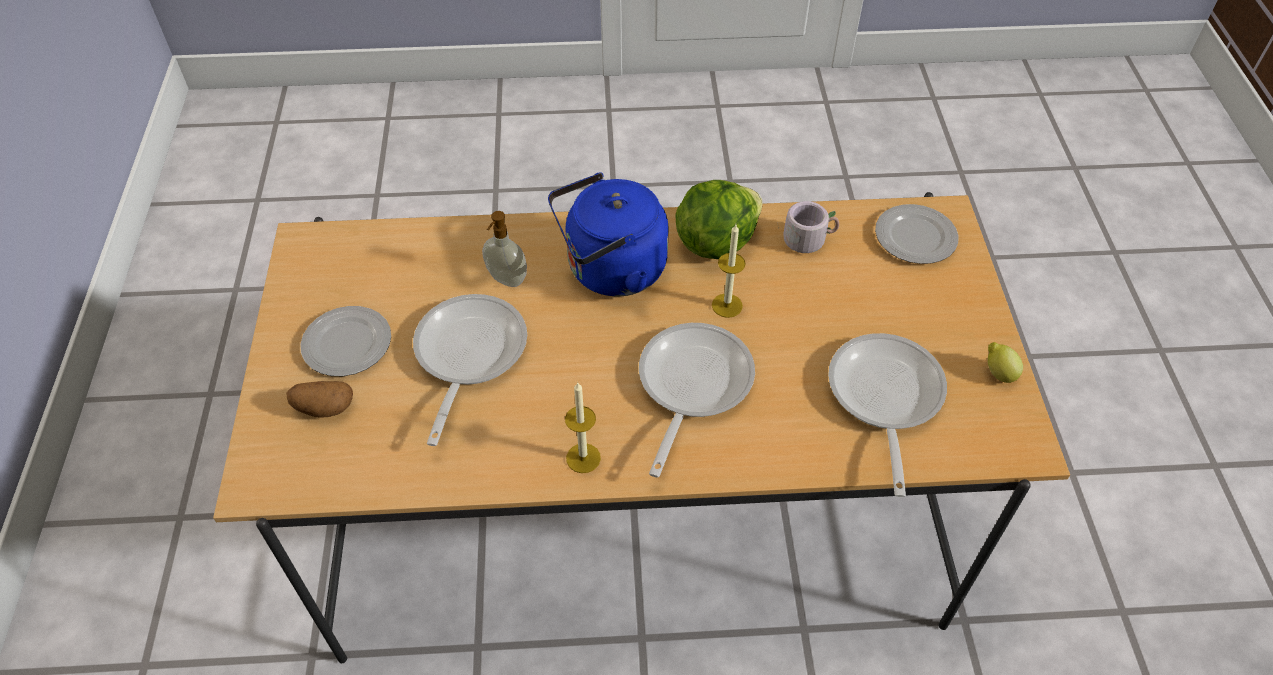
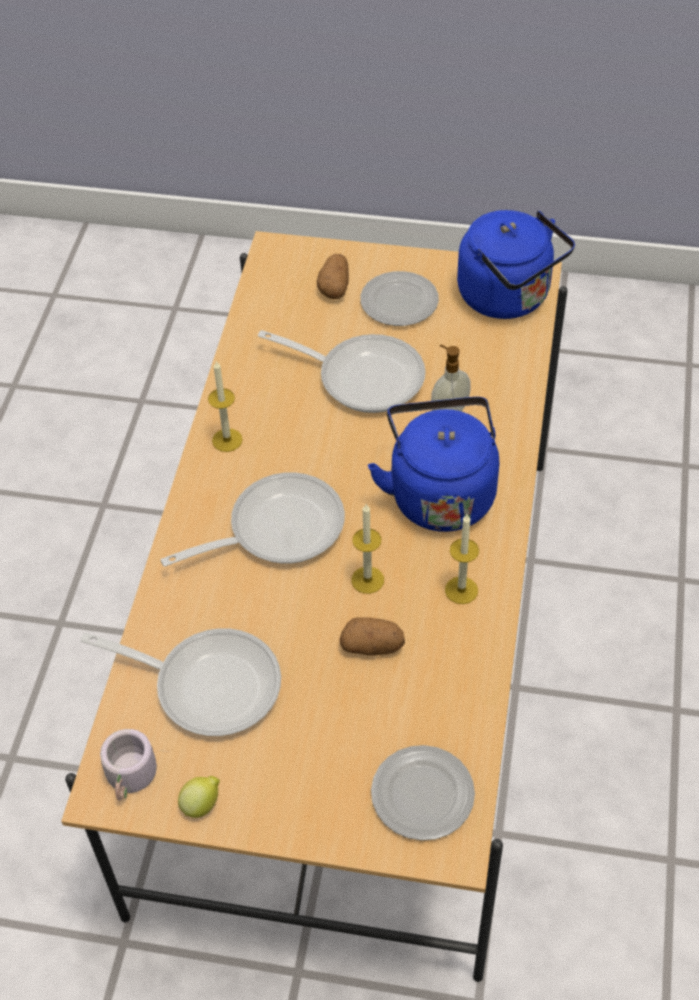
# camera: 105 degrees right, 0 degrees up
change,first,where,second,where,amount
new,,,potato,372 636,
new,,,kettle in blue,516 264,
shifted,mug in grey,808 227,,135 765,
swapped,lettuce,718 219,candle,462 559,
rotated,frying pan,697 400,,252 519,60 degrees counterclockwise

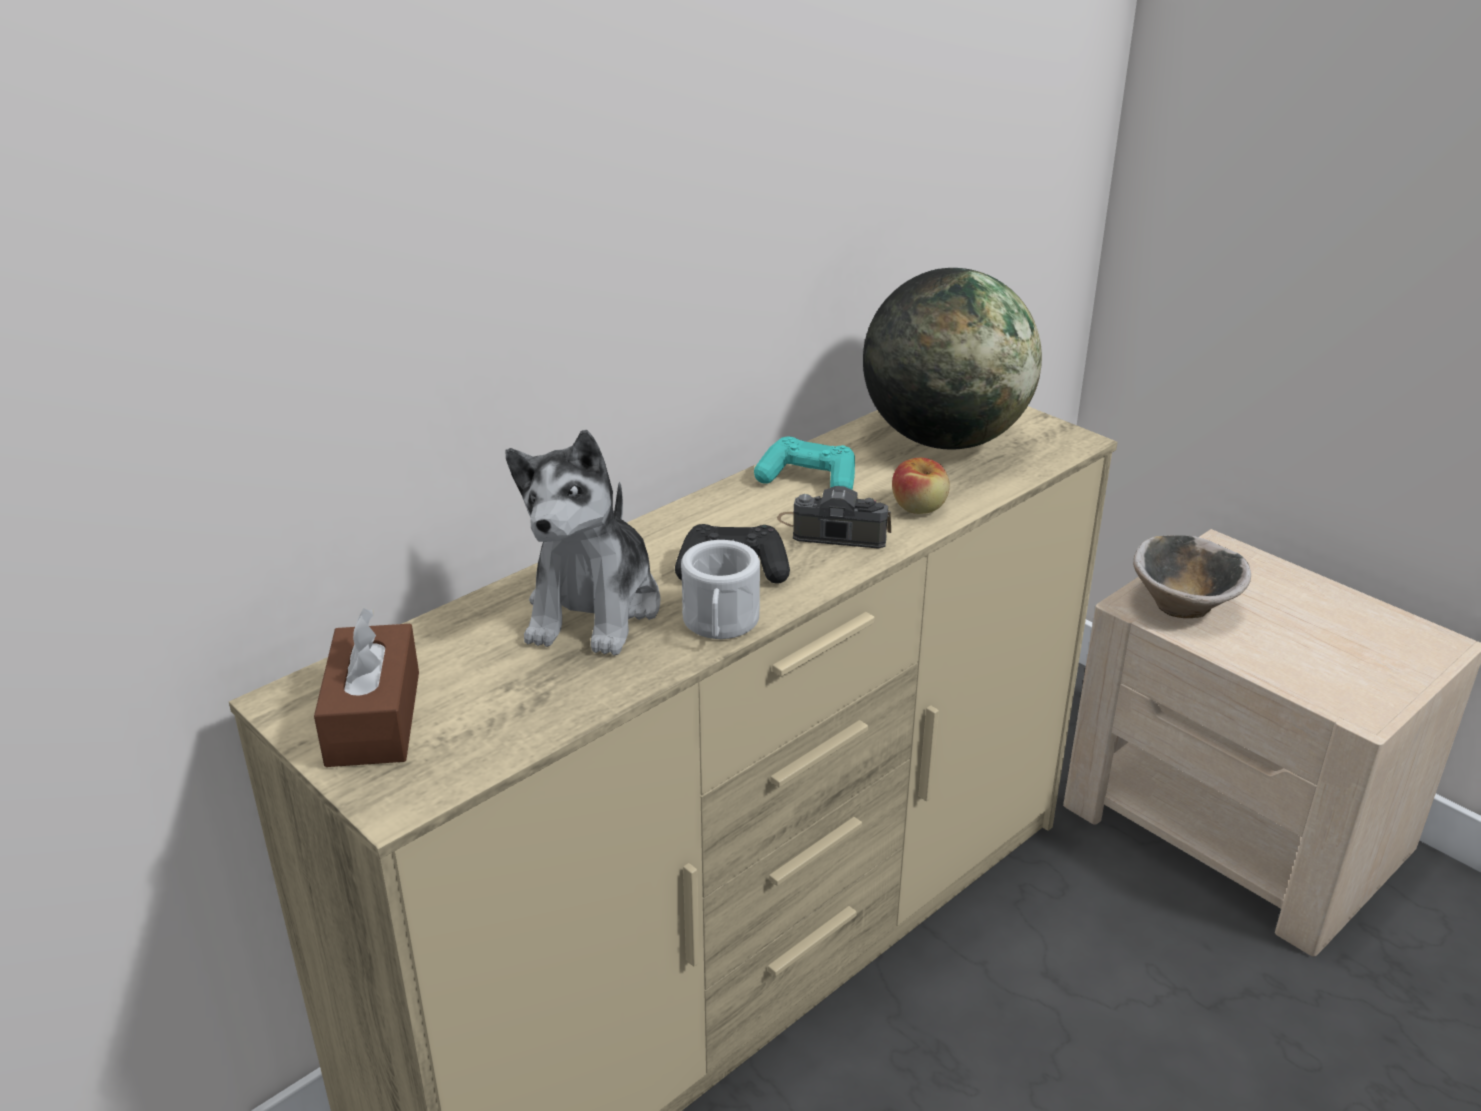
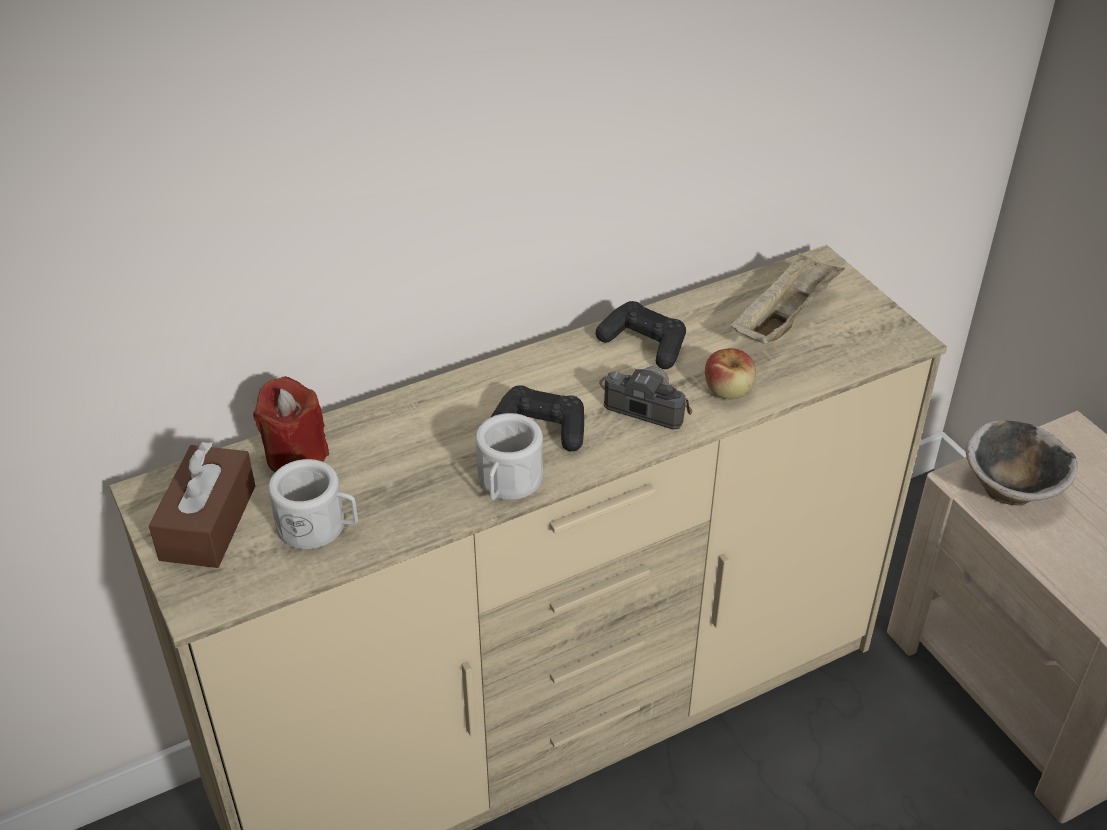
# camera: 15 degrees right, 10 degrees up
change,first,where,second,where,amount
gone,plush toy,582 542,,,
new,,,candle in red,291 424,
new,,,mug in white,313 504,
swapped,globe,952 359,tray in beige,788 298,
repainted,game controller in turquoise,804 463,game controller in black,641 335,

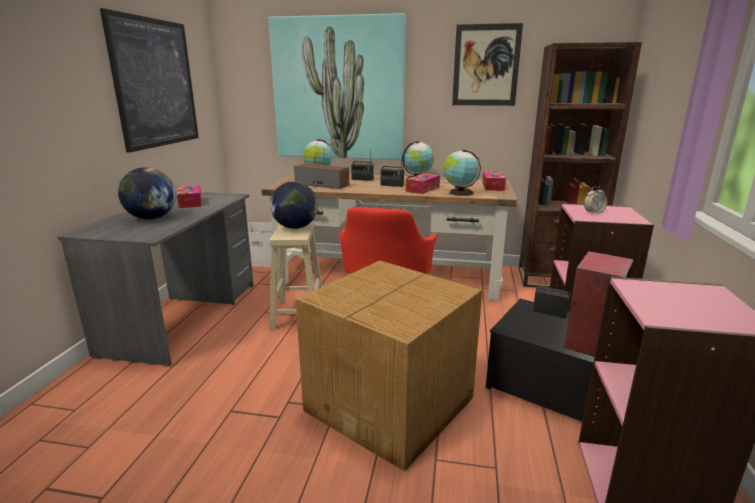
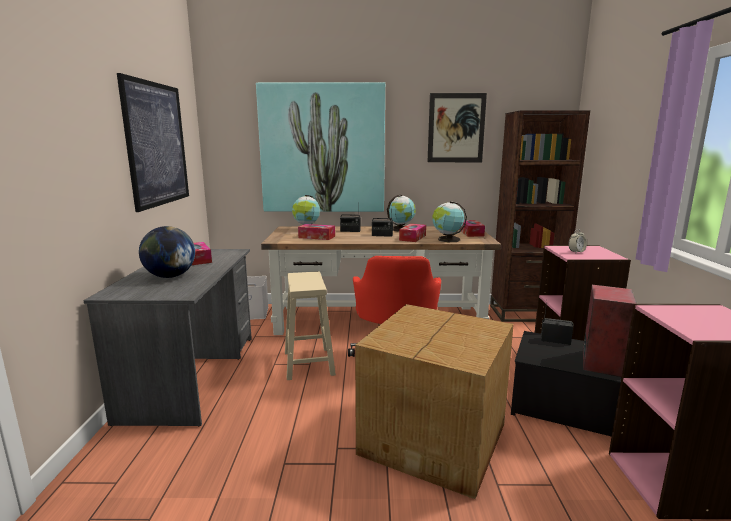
# camera: 10 degrees left, 5 degrees down
change,first,where,second,where,amount
gone,globe,294 205,,,
swapped,speaker,321 176,tissue box,316 232,

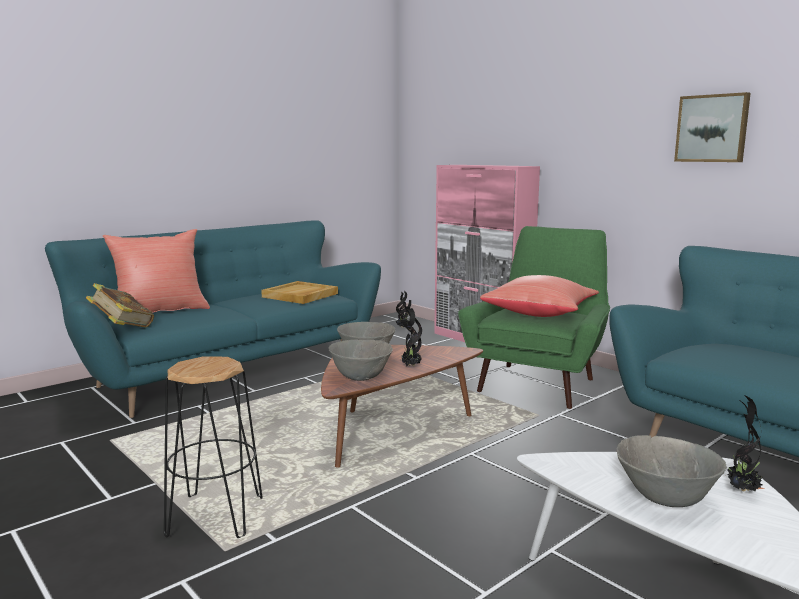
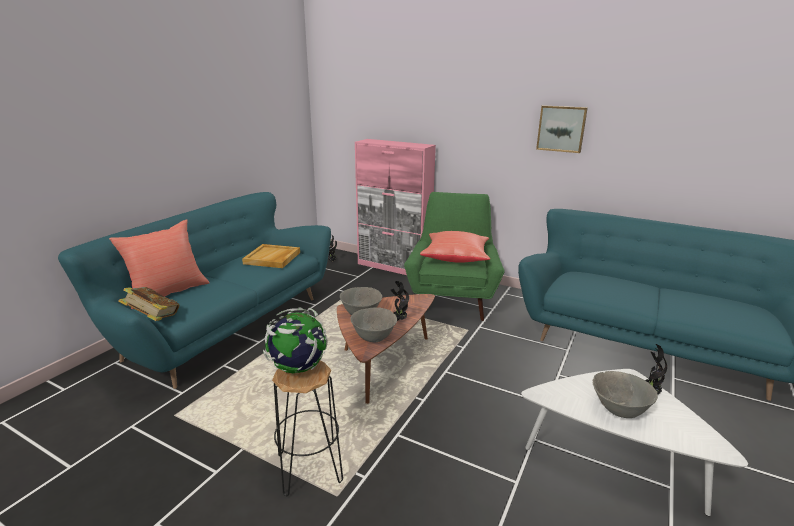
# camera: 20 degrees left, 10 degrees up
change,first,where,second,where,amount
new,,,globe,295 340,

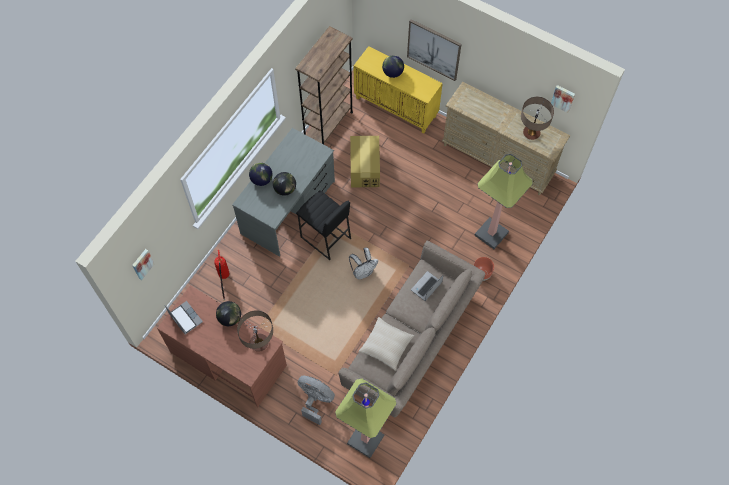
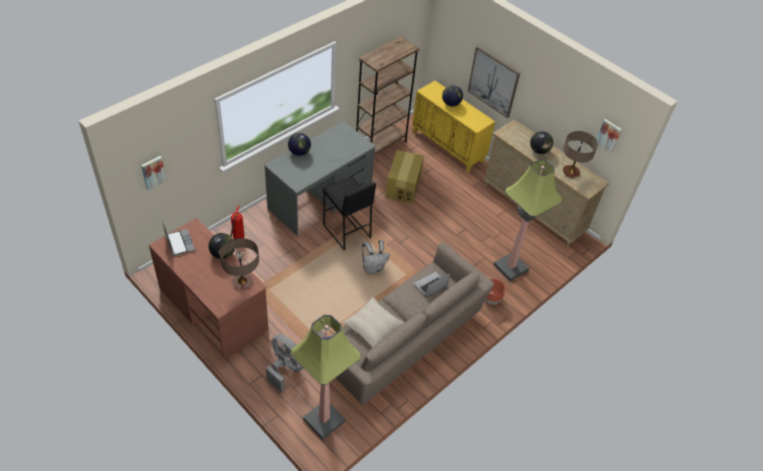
# camera: 10 degrees right, 15 degrees down
change,first,where,second,where,amount
shifted,globe,284 184,,541 142,

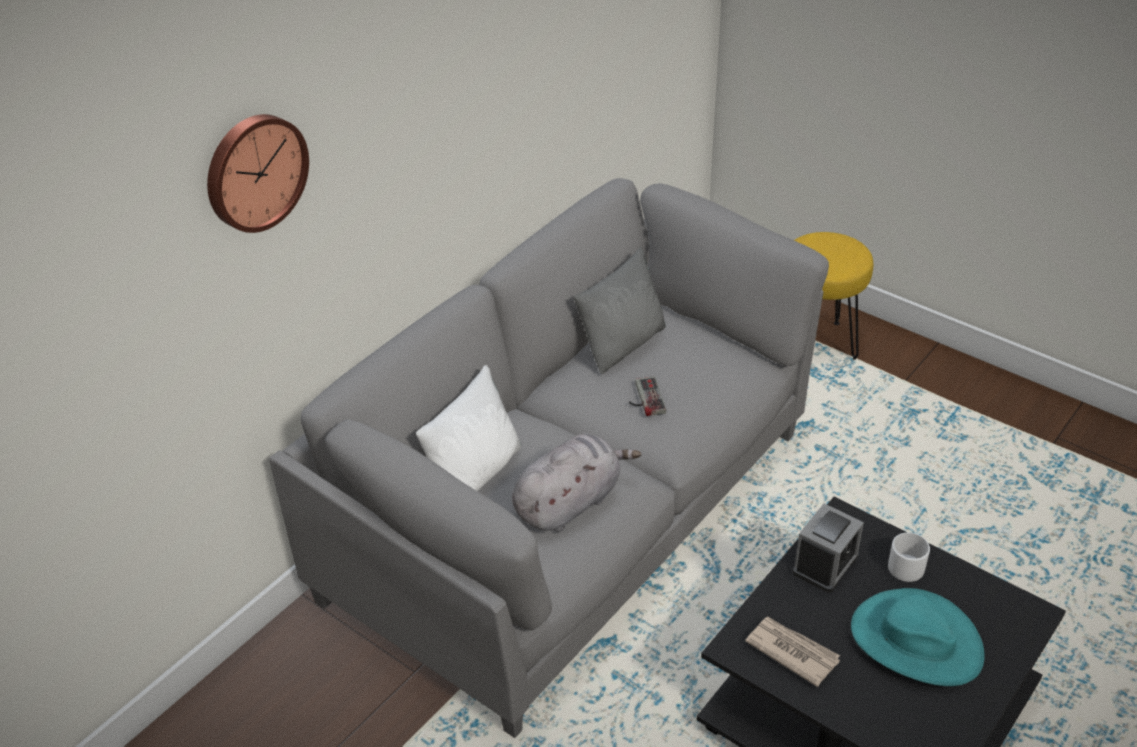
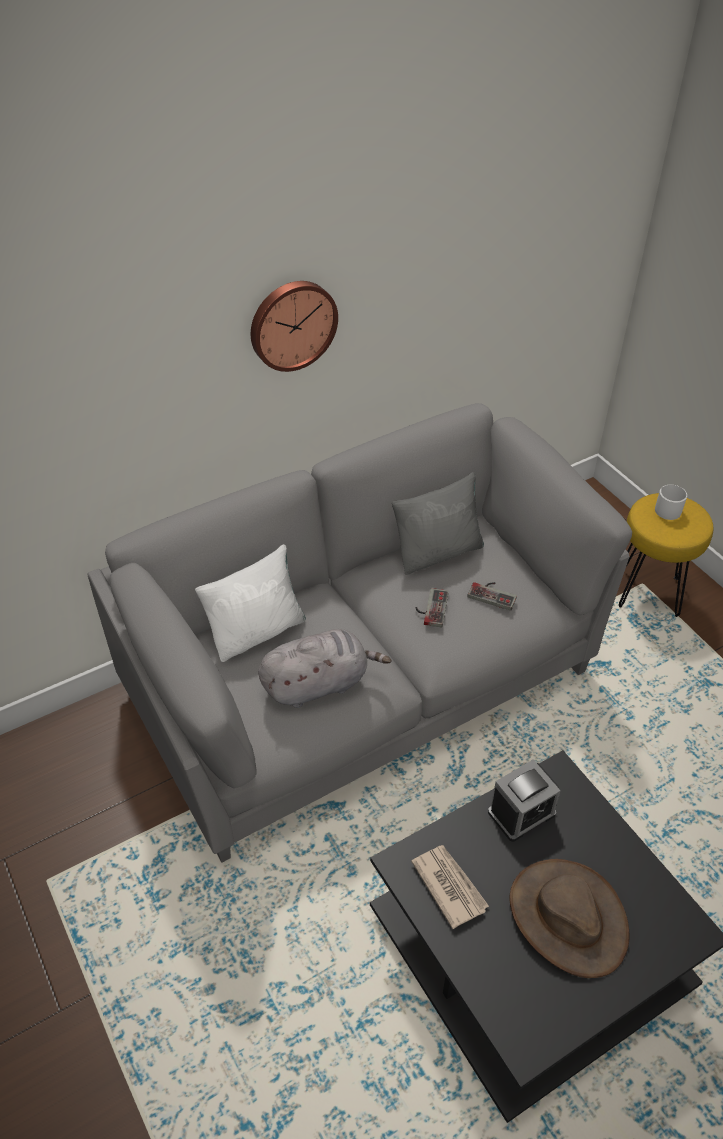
# camera: 20 degrees right, 5 degrees up
change,first,where,second,where,amount
new,,,game controller,492 596,
shifted,wall clock,258 173,,294 326,
shifted,mug in white,909 557,,671 502,
repainted,hat in turquoise,917 637,hat in brown,569 918,

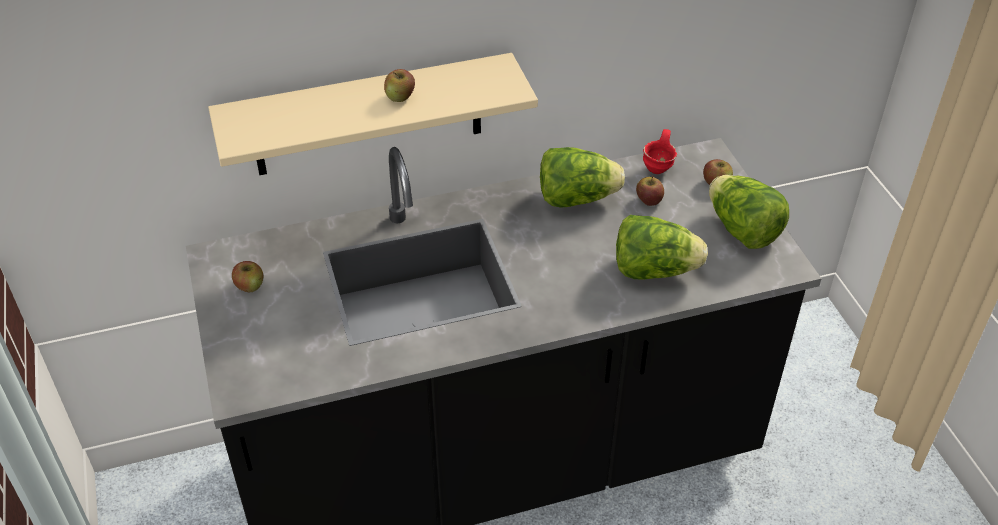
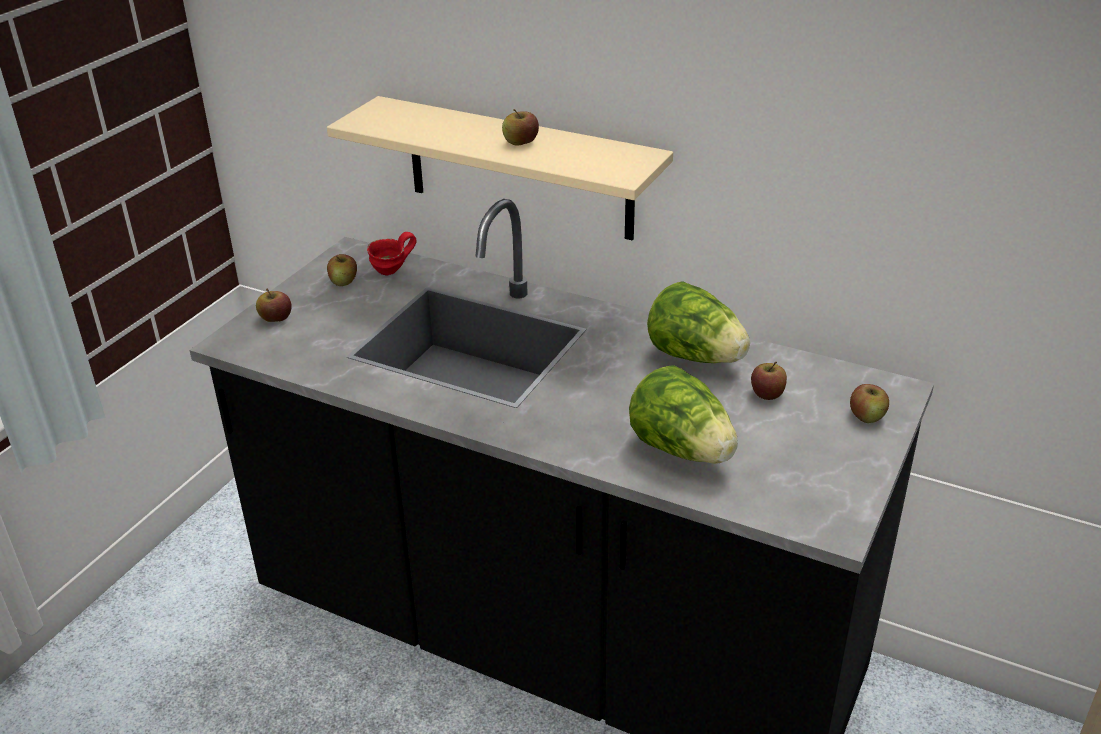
# camera: 45 degrees right, 10 degrees down
change,first,where,second,where,amount
gone,lettuce,749 212,,,
new,,,apple,274 305,
shifted,mug in red,660 151,,391 253,

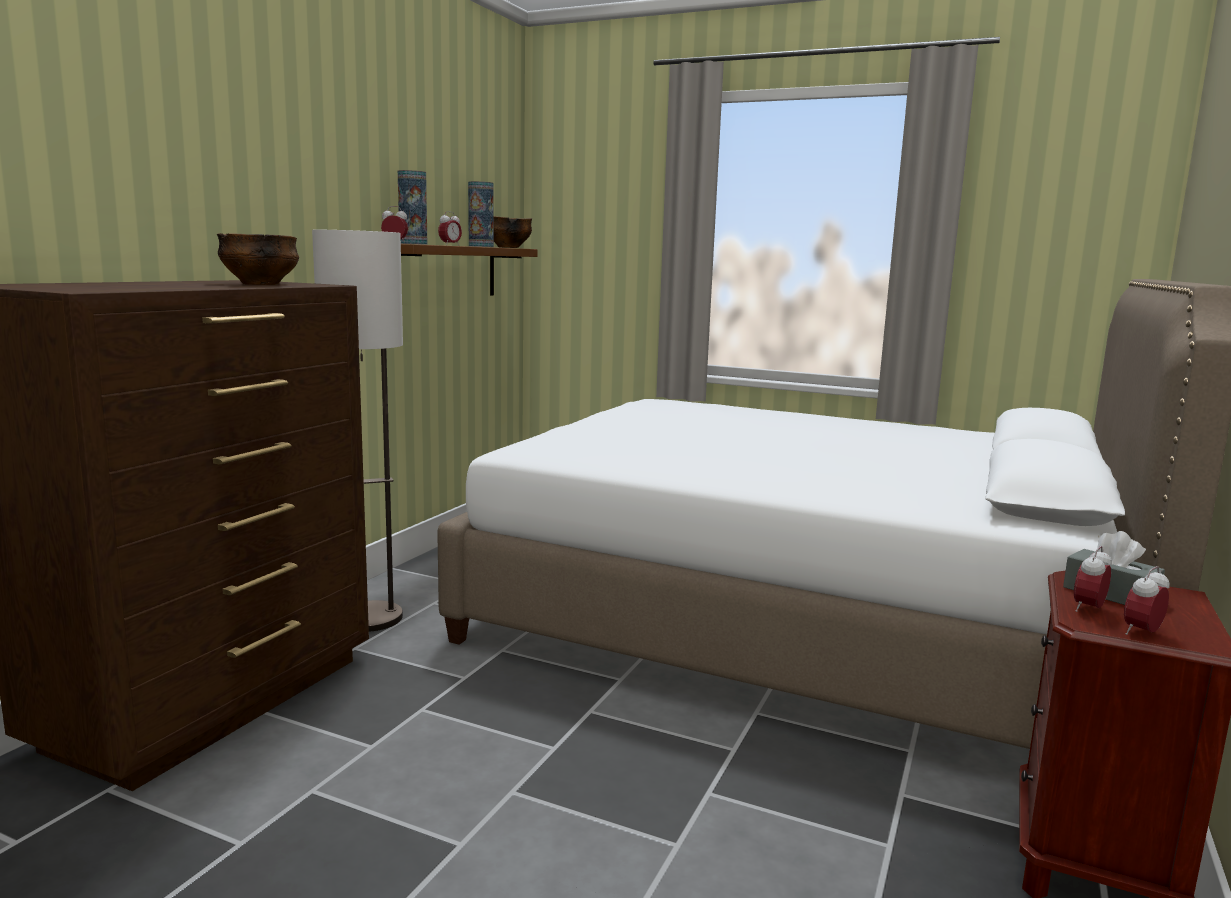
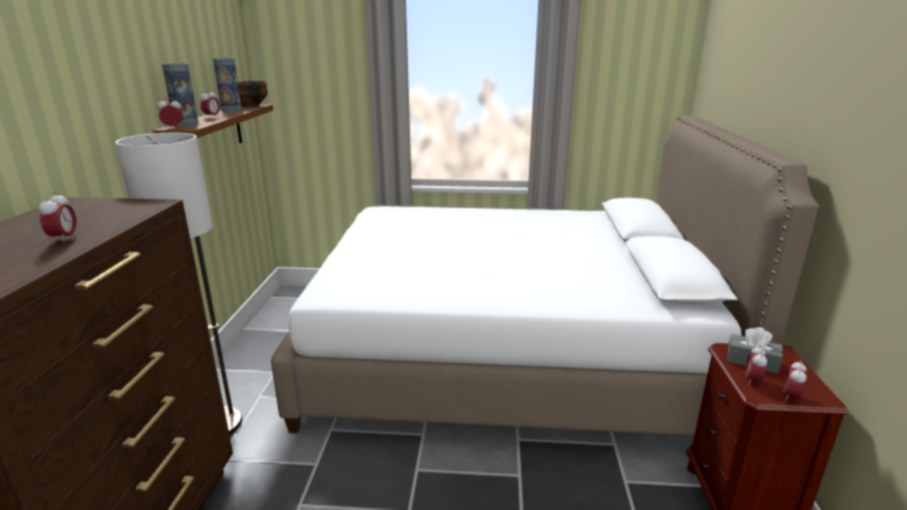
# camera: 20 degrees left, 10 degrees up
change,first,where,second,where,amount
gone,bowl,258 259,,,
new,,,alarm clock,58 217,

